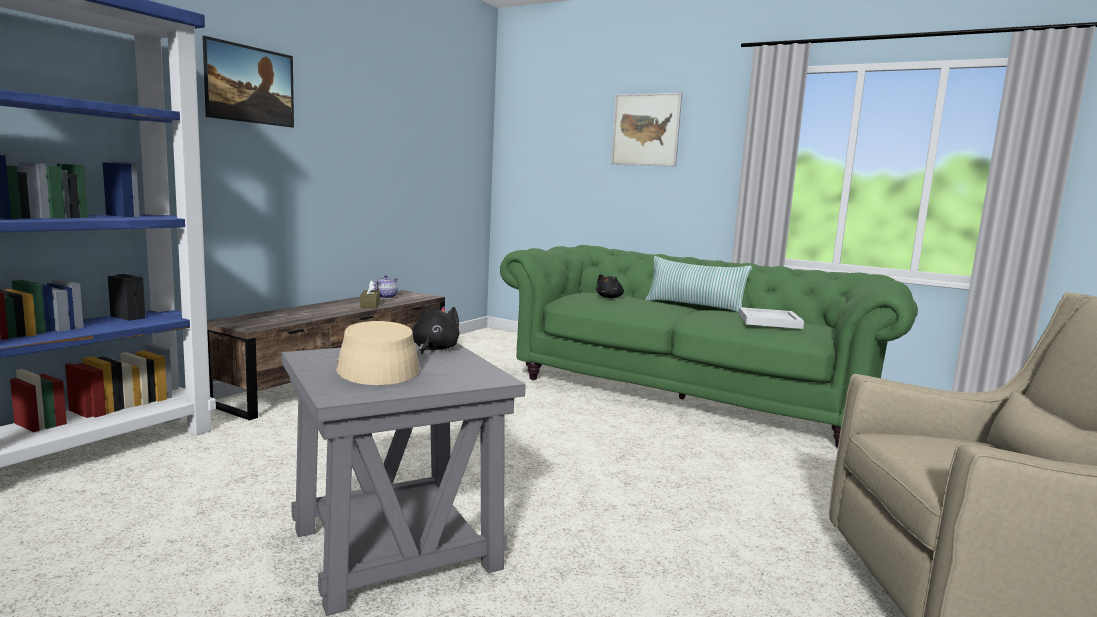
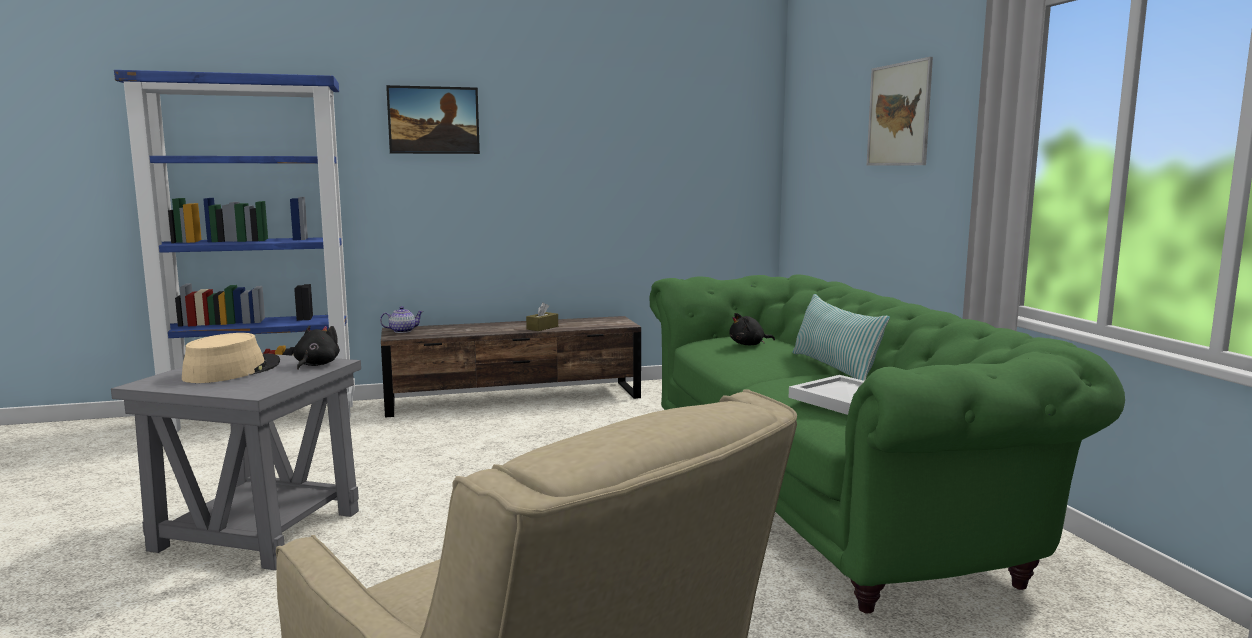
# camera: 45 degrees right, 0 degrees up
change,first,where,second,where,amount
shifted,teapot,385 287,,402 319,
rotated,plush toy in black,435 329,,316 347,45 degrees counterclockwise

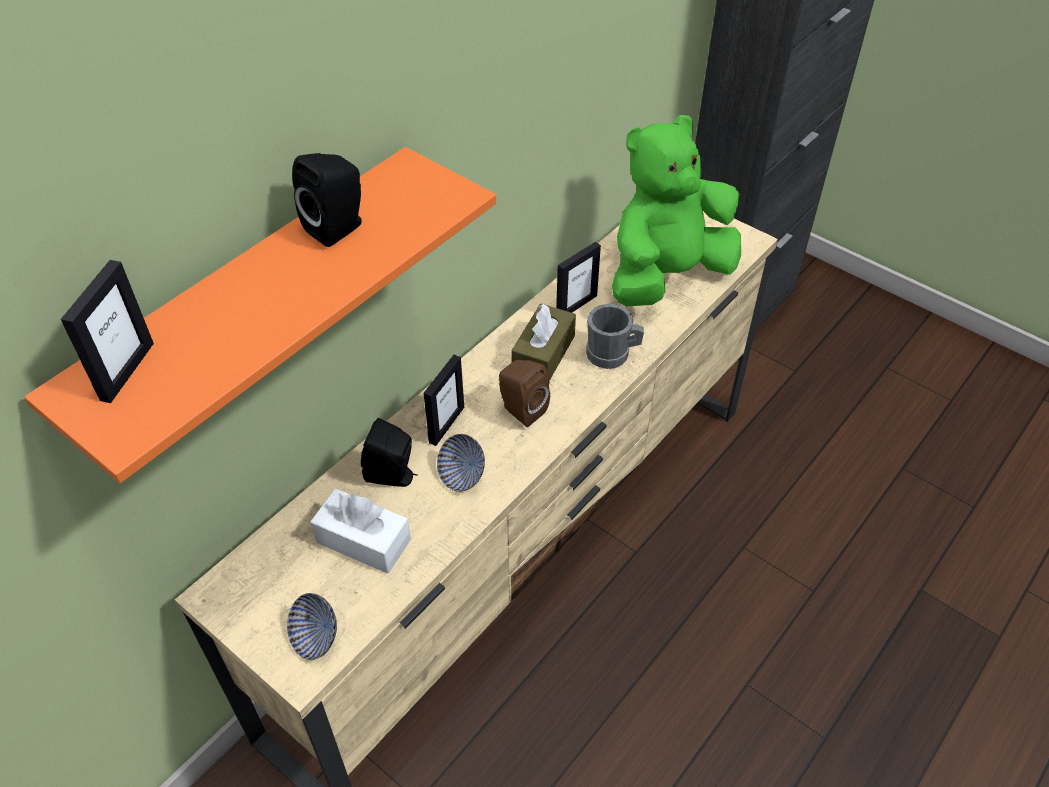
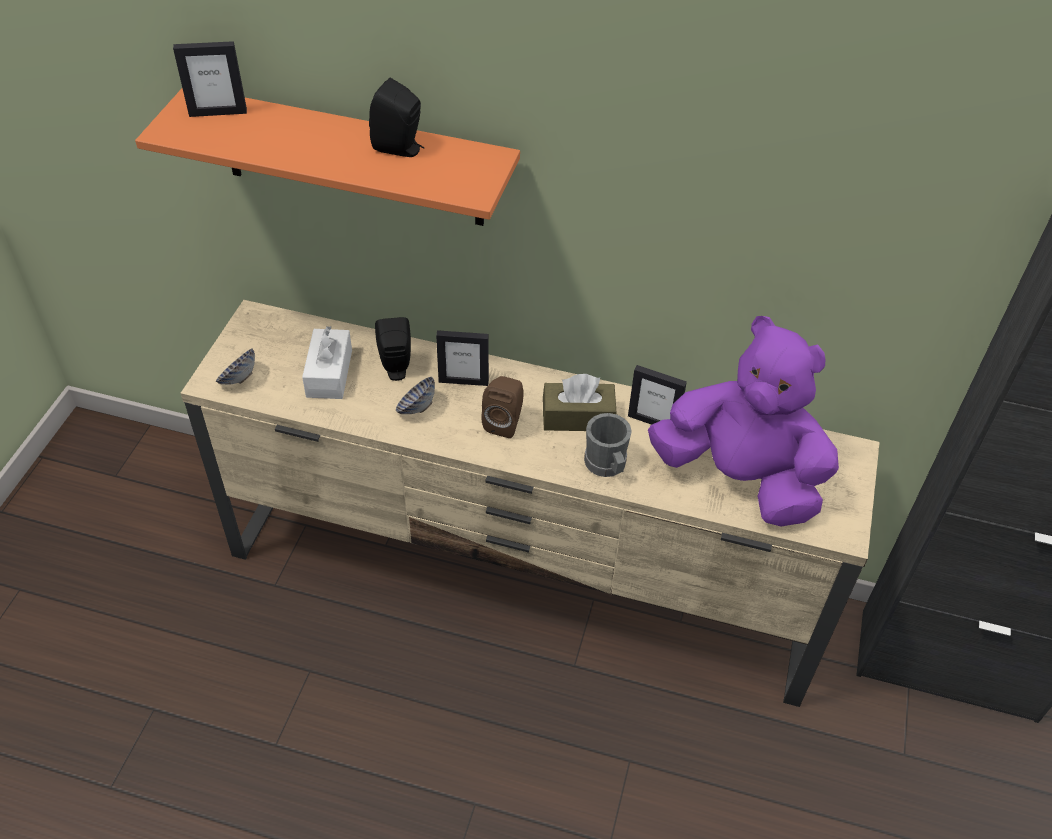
# camera: 65 degrees right, 0 degrees up
change,first,where,second,where,amount
repainted,plush toy in green,676 210,plush toy in purple,743 421,

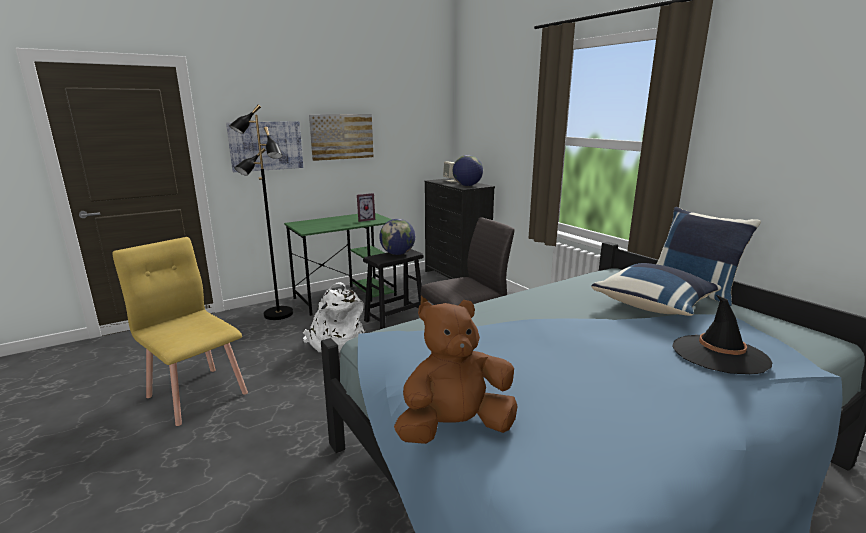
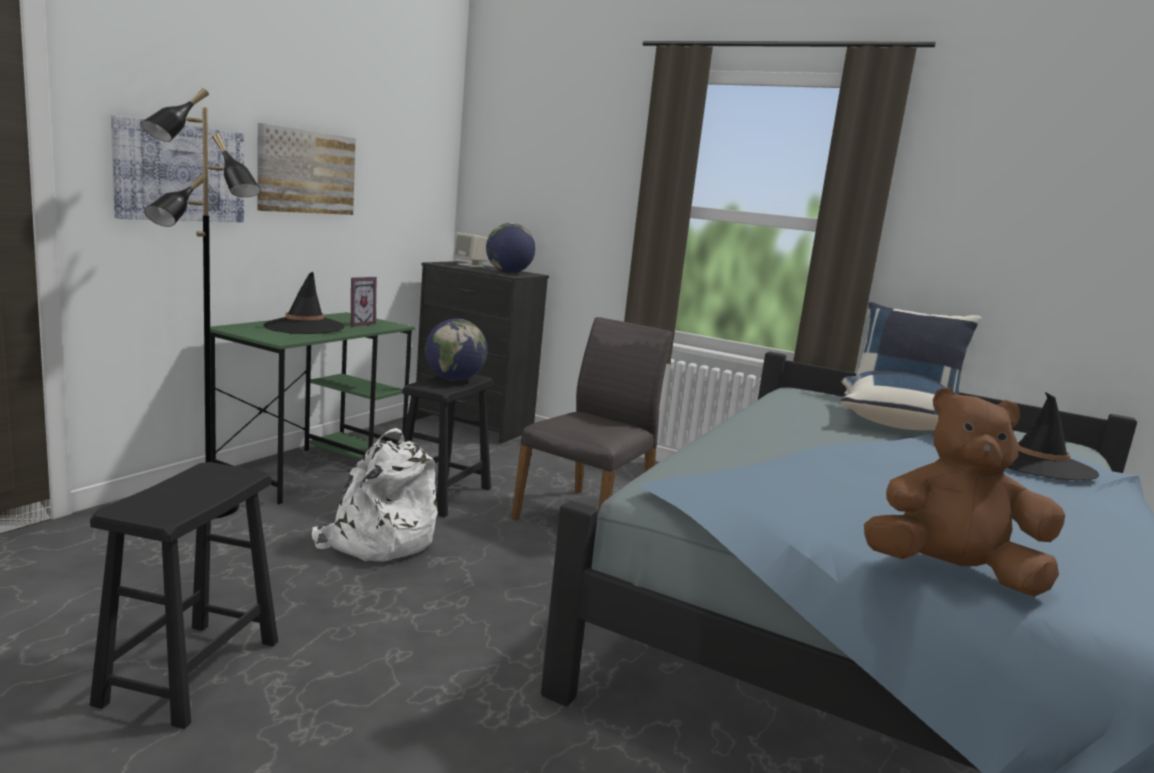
# camera: 30 degrees left, 5 degrees down
change,first,where,second,where,amount
new,,,hat in black,304 303,
swapped,chair in yellow,180 331,stool in black,184 595,
rotated,plush toy in brown,456 372,,964 492,60 degrees clockwise

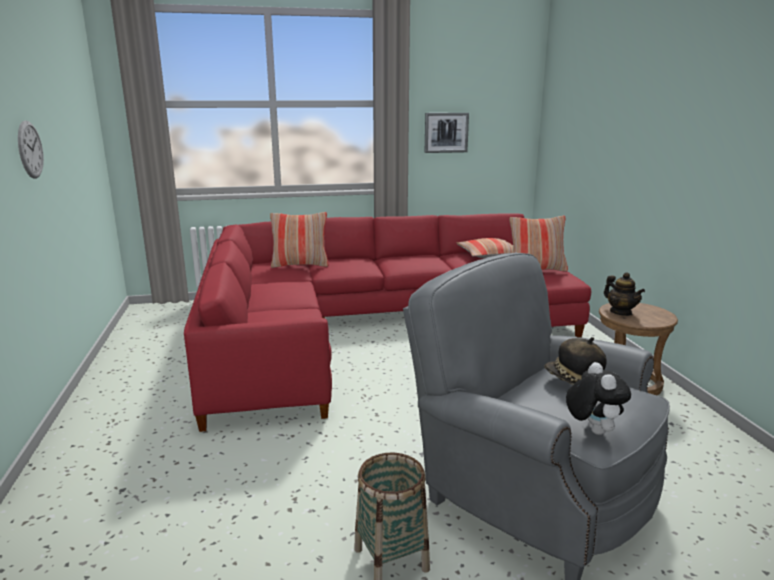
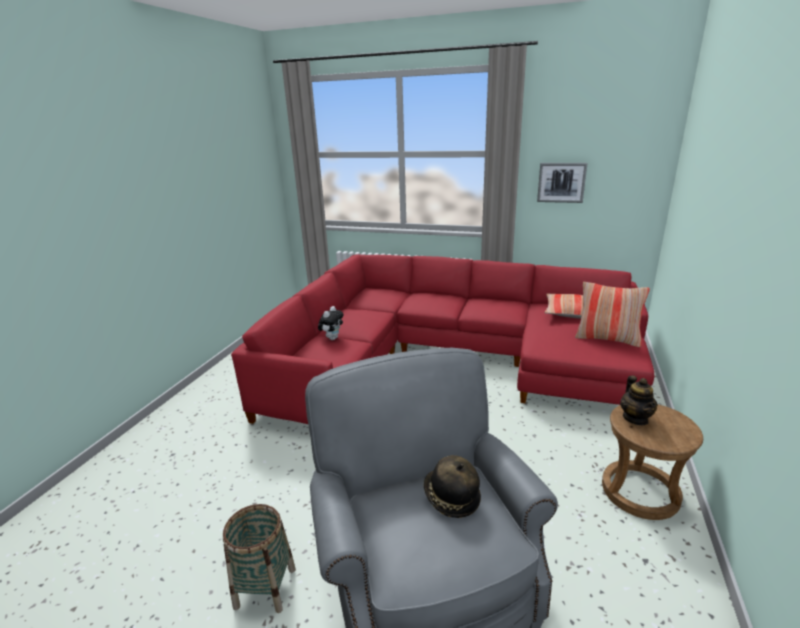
# camera: 30 degrees right, 5 degrees up
change,first,where,second,where,amount
gone,wall clock,31 149,,,
gone,pillow,299 240,,,
shifted,plush toy,598 398,,331 323,

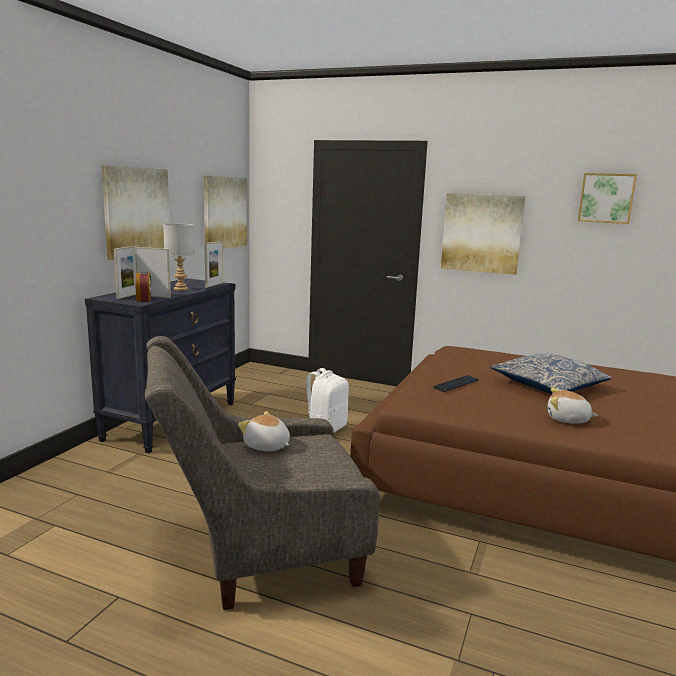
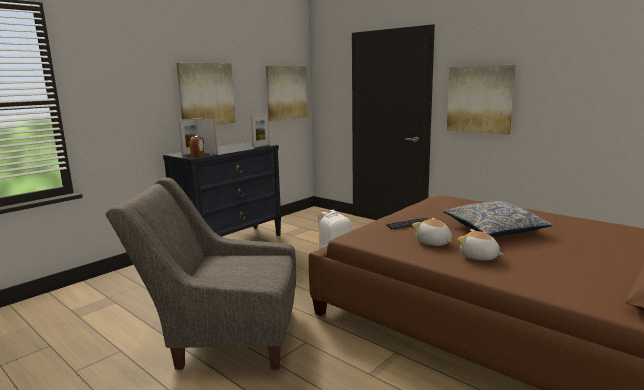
# camera: 20 degrees right, 0 degrees up
change,first,where,second,where,amount
gone,table lamp in grey,179 257,,,
gone,picture,607 198,,,
shifted,plush toy,264 431,,432 232,

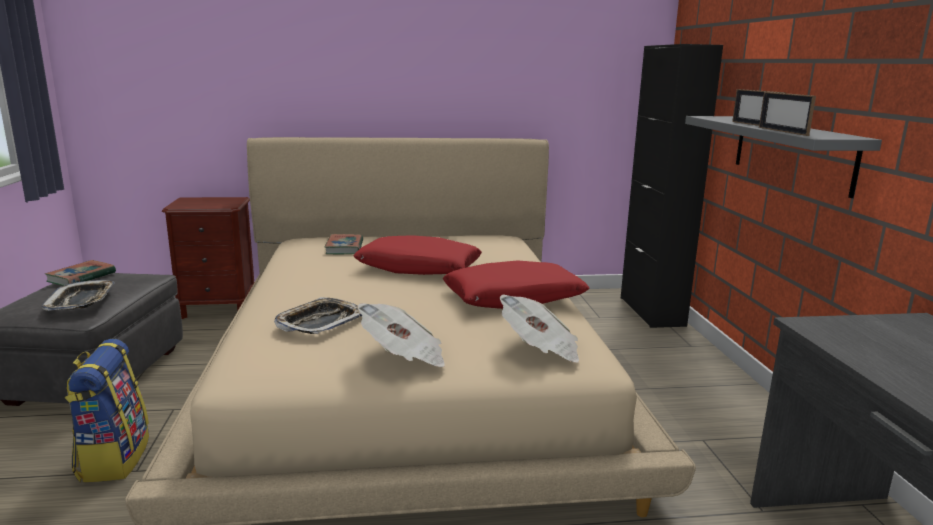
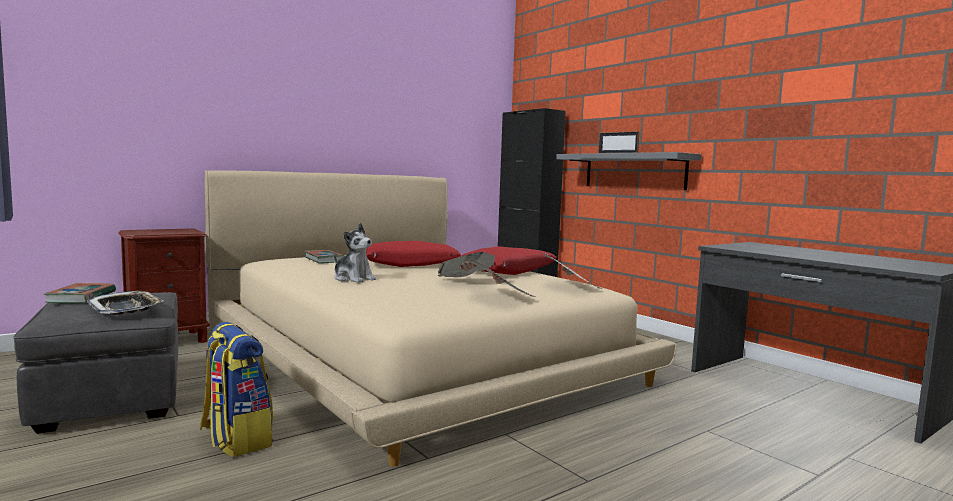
# camera: 30 degrees left, 10 degrees down
change,first,where,second,where,amount
gone,tray,318 315,,,
gone,picture frame,787 114,,,
new,,,plush toy,355 253,
new,,,newspaper,467 264,

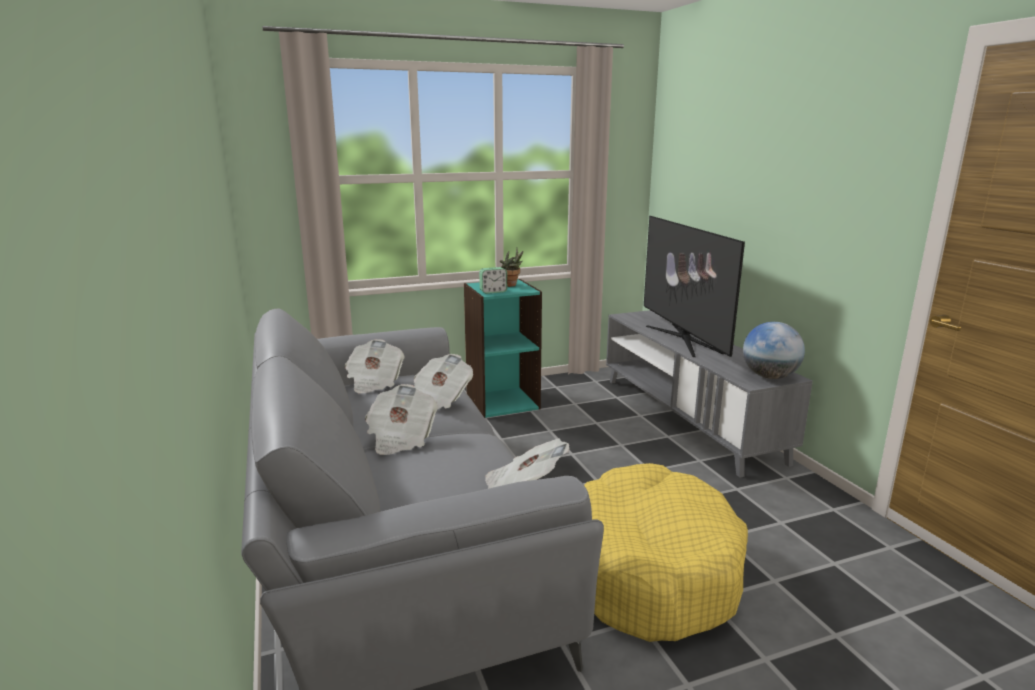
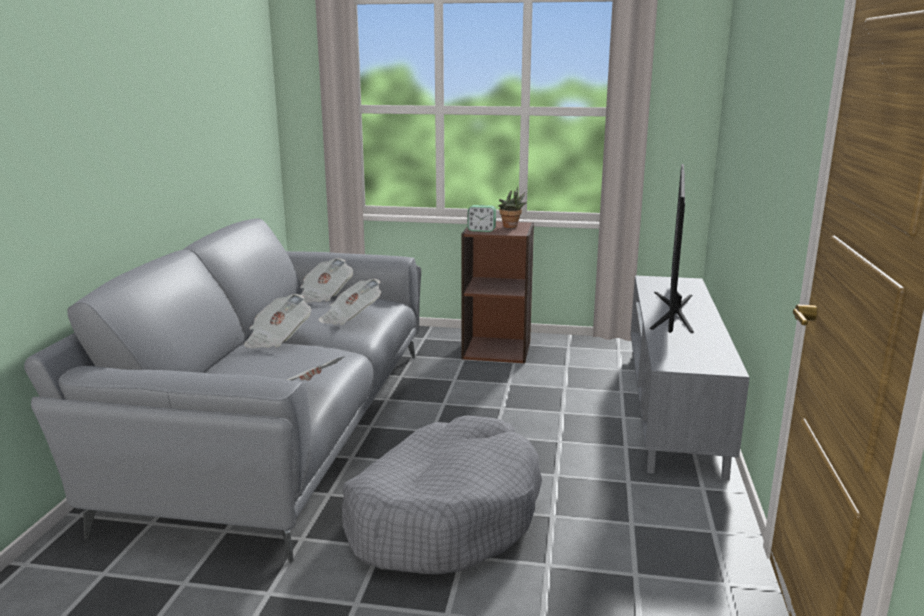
# camera: 30 degrees right, 0 degrees up
change,first,where,second,where,amount
gone,globe,774 350,,,
repainted,bookcase in turquoise,503 348,bookcase in brown,498 292,
repainted,dog bed in yellow,666 552,dog bed in grey,442 495,

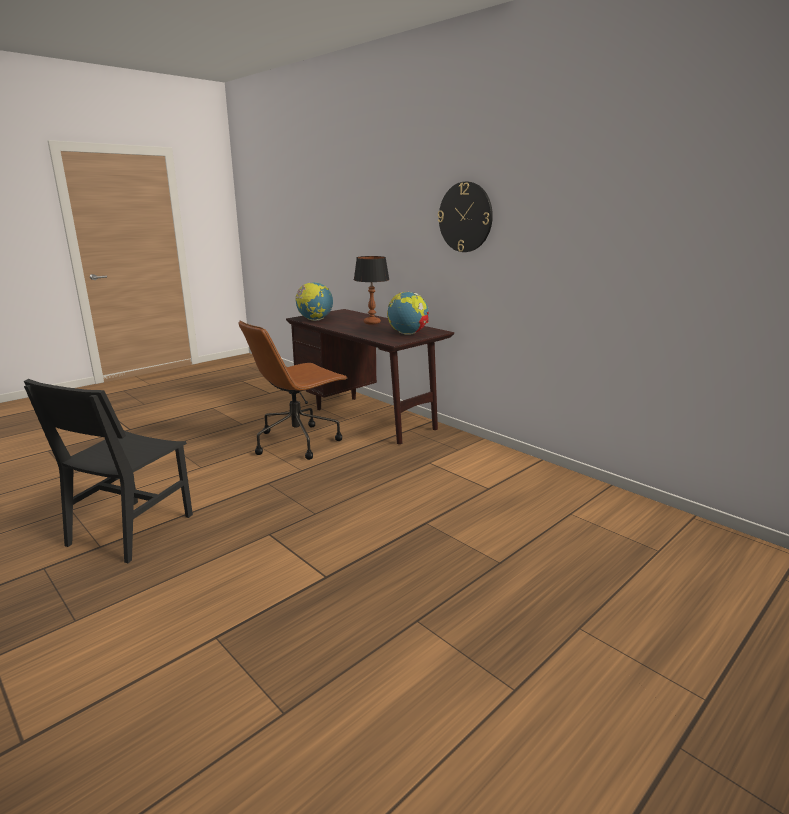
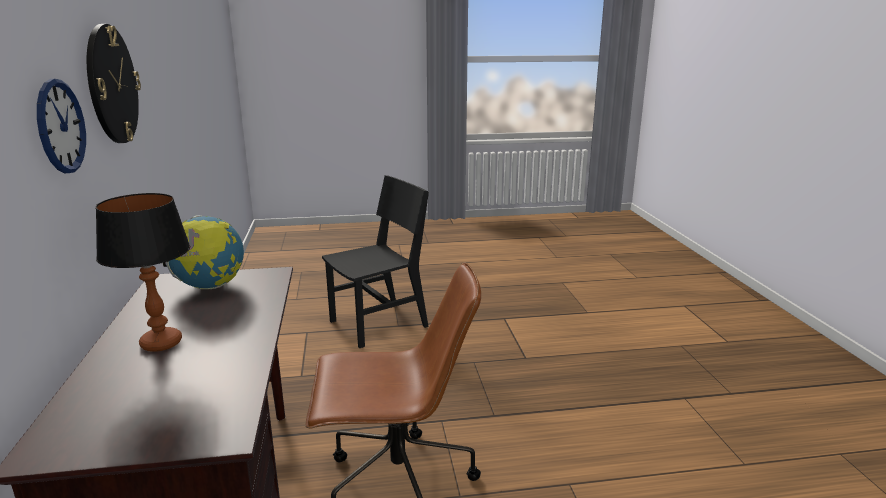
# camera: 145 degrees left, 0 degrees up
change,first,where,second,where,amount
gone,globe,314 301,,,
new,,,wall clock,61 126,
shifted,chair in black,108 471,,375 261,

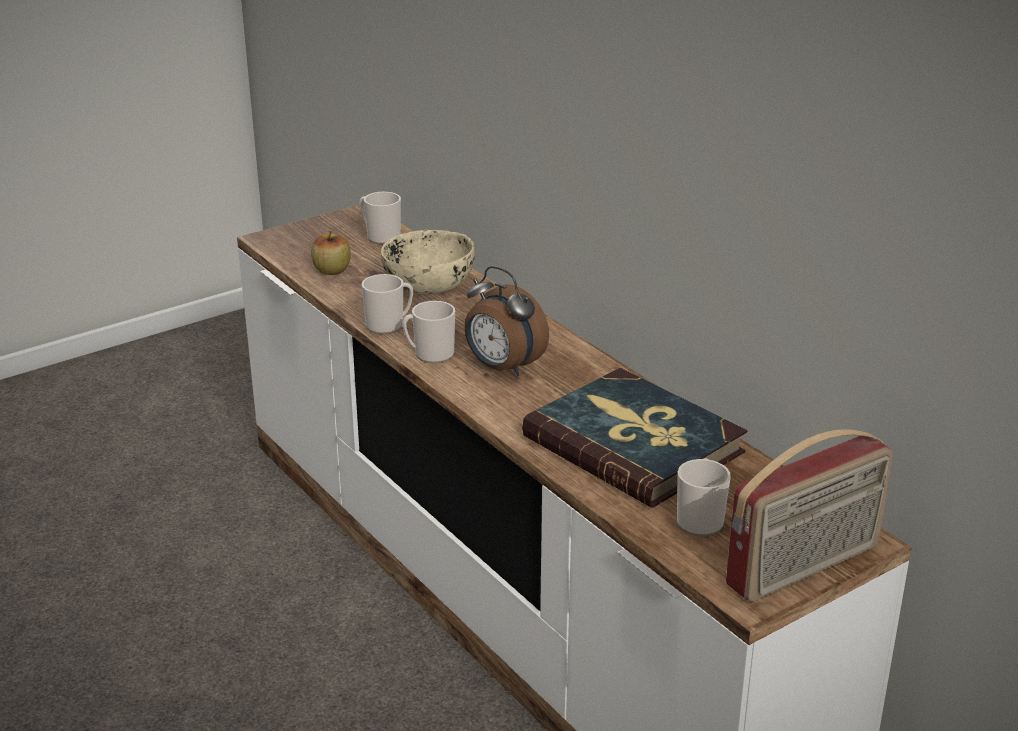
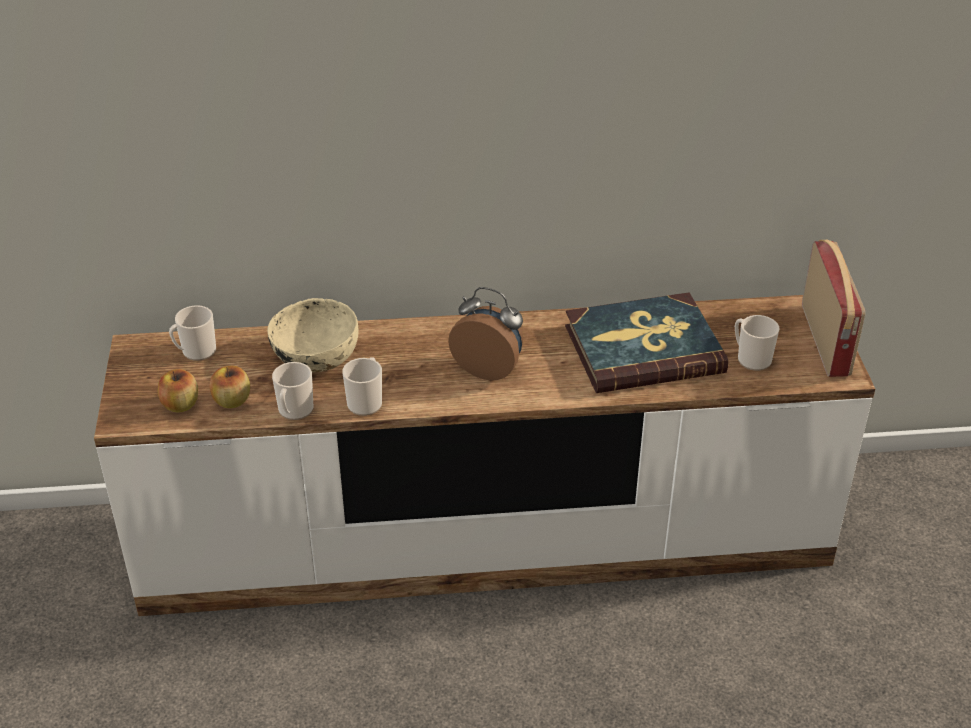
# camera: 60 degrees left, 10 degrees up
change,first,where,second,where,amount
new,,,apple,178 391,
shifted,mug,429 332,,292 391,
rotated,alarm clock,506 321,,485 333,135 degrees counterclockwise

